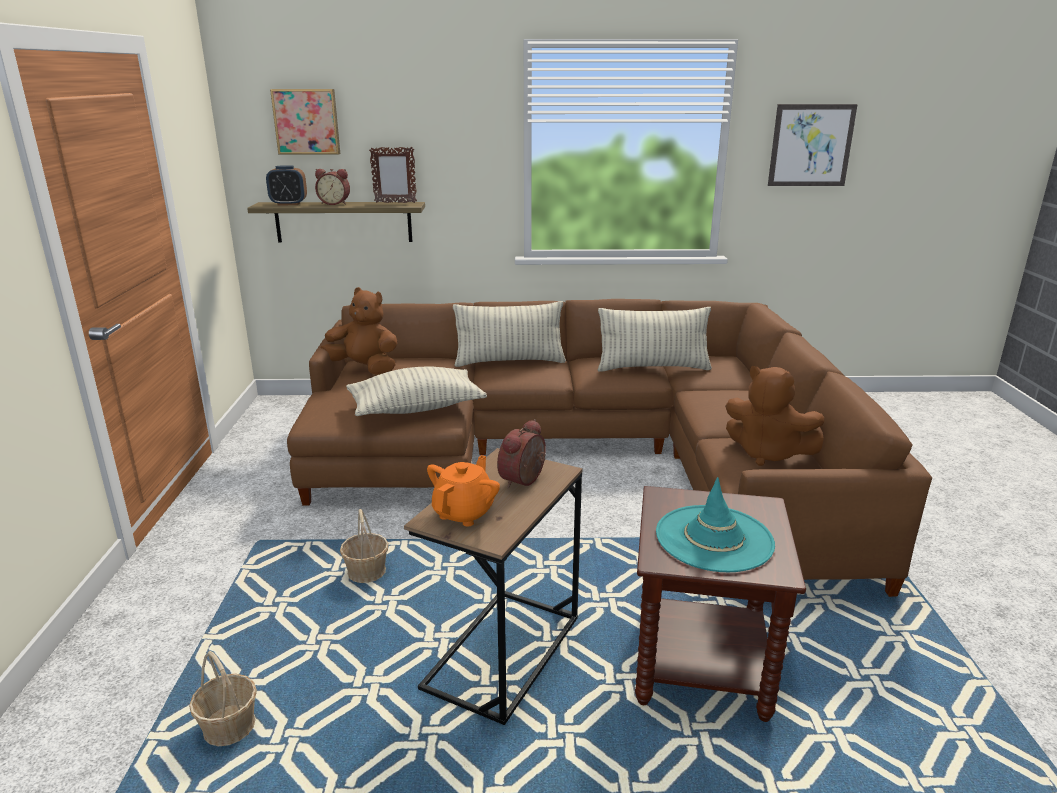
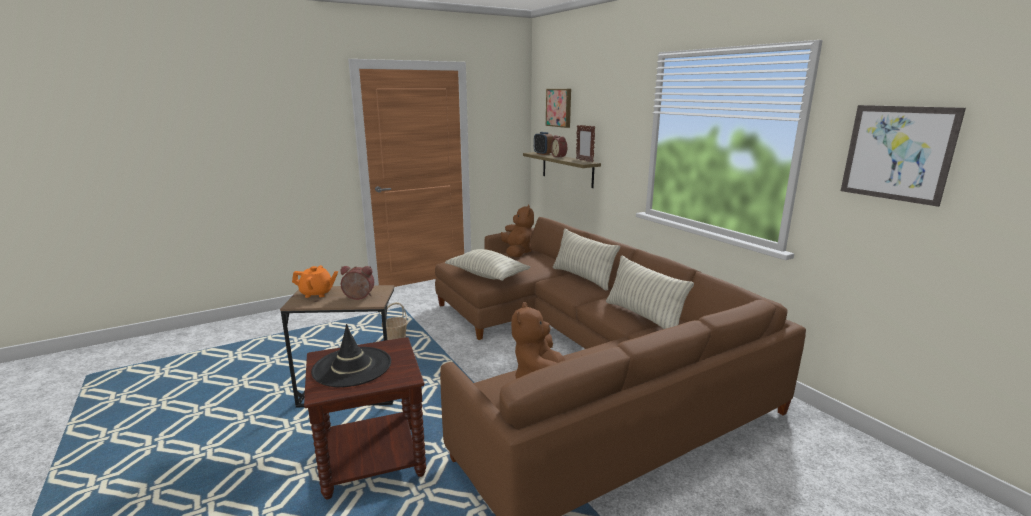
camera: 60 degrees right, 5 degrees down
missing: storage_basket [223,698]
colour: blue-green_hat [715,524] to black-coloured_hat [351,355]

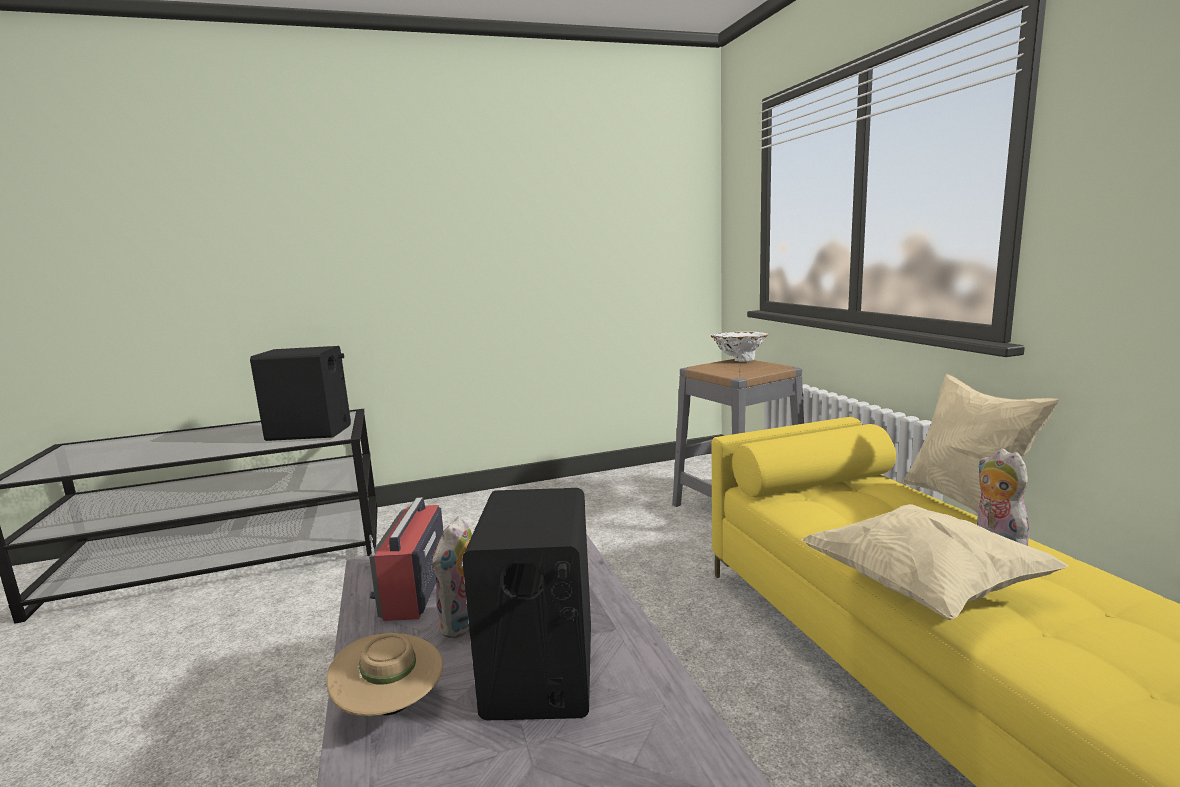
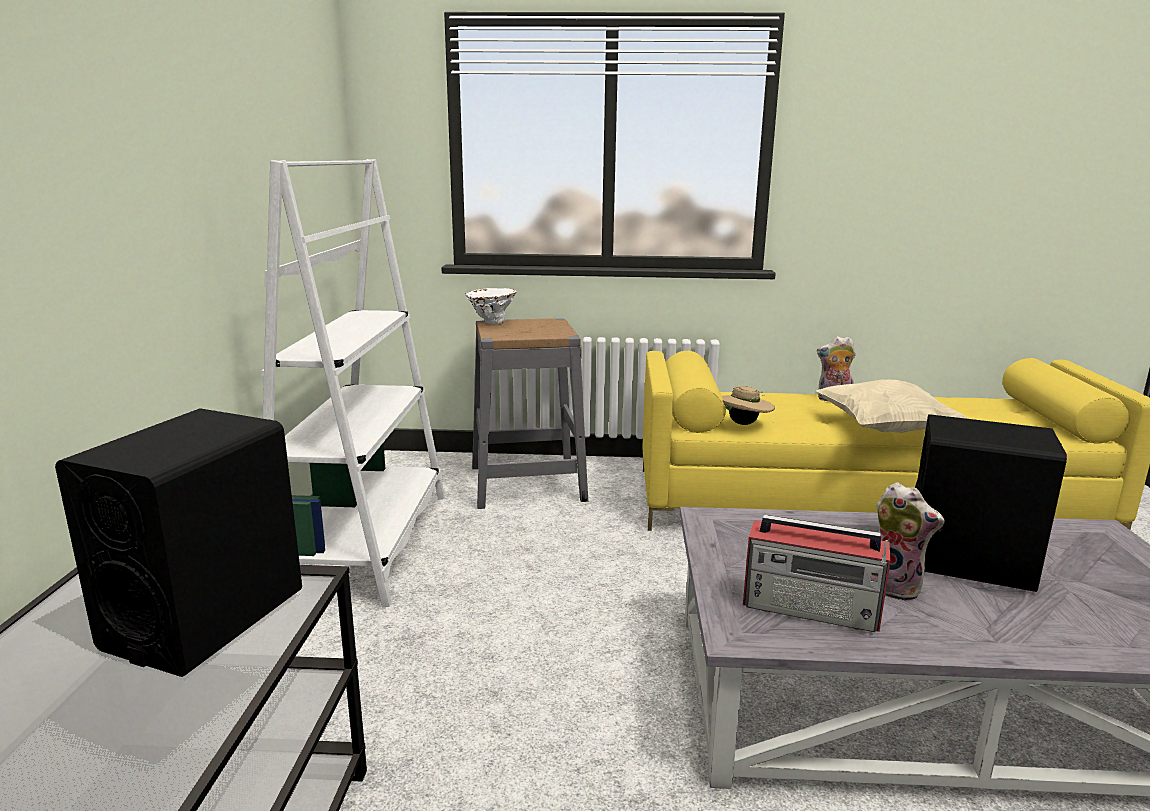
camera: 70 degrees left, 5 degrees up
missing: beige_throw_pillow [981,444]
appeared: whitish_shelving_unit [353,383]
relocated: beige_hat [385,674] to [748,405]

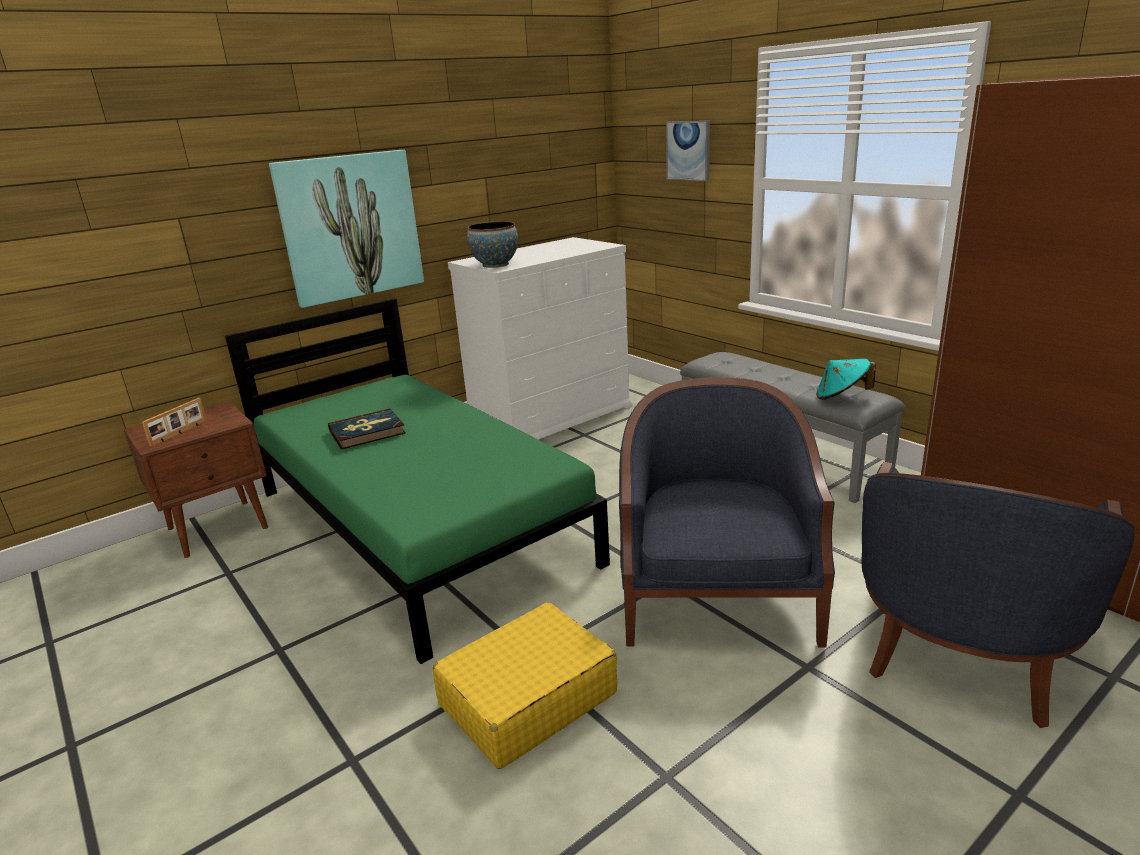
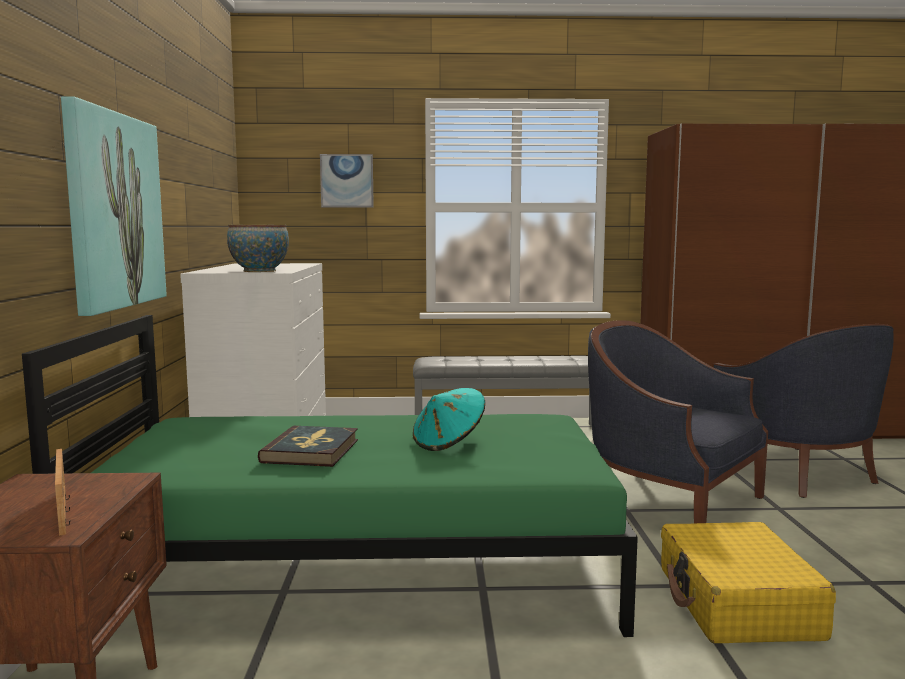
camera: 55 degrees left, 15 degrees down
relocated: blue-green_hat [846,379] to [449,419]

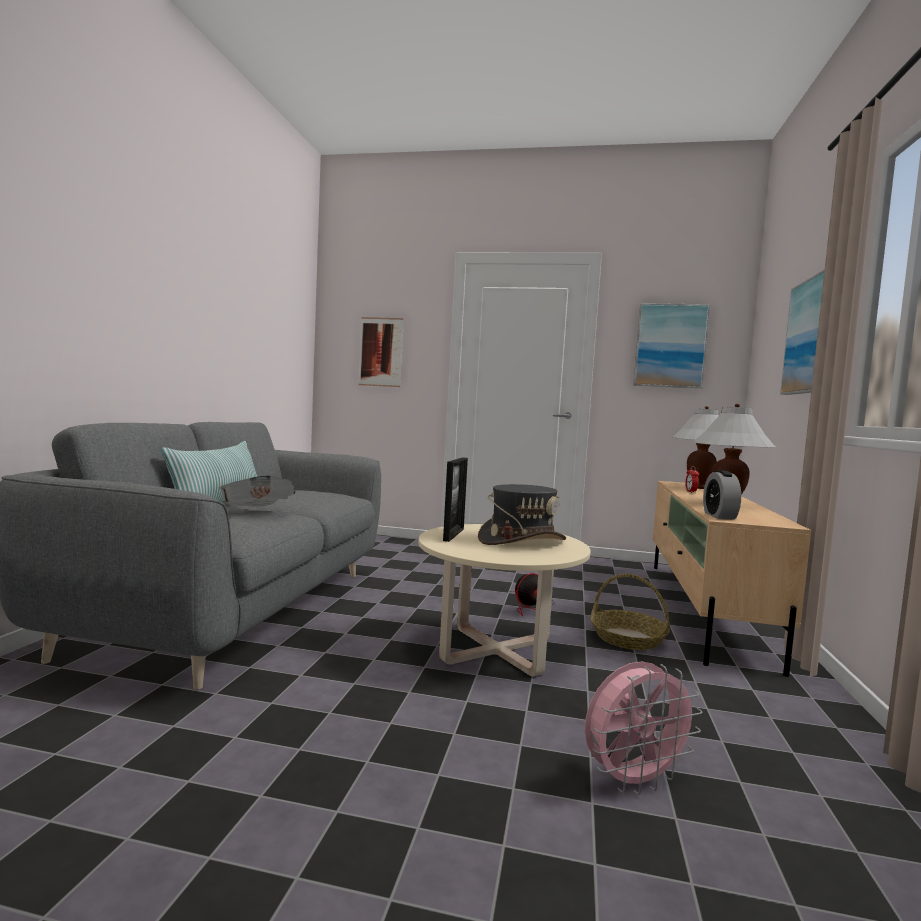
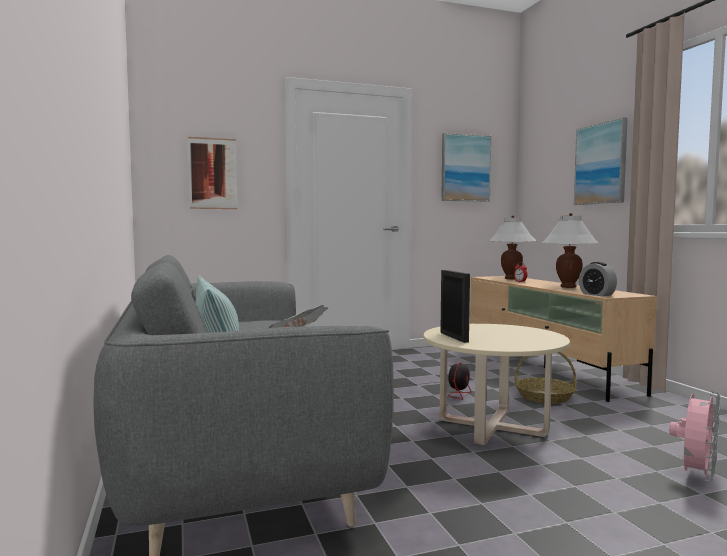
camera: 30 degrees left, 0 degrees up
missing: greyish_hat [522,514]

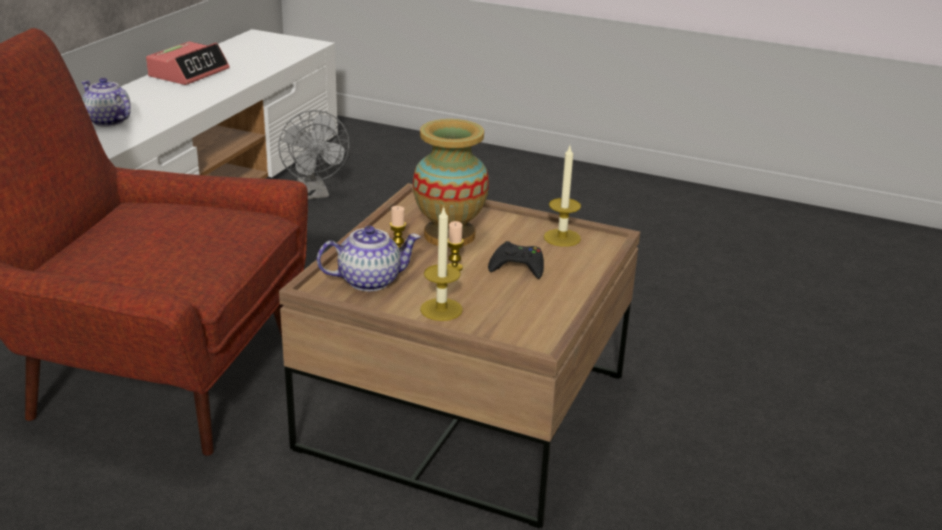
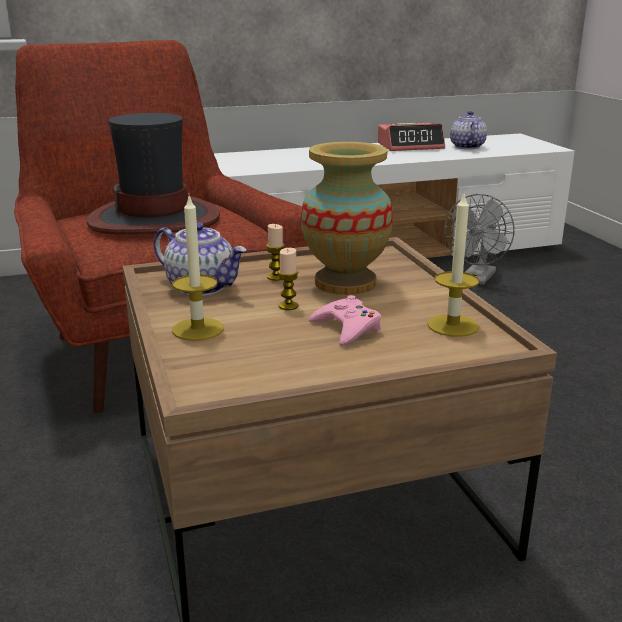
camera: 50 degrees right, 5 degrees down
appeared: hat [153,174]
relocated: teapot [106,102] to [468,130]
colour: black-coloured_game_controller [516,260] to pink-coloured_game_controller [345,320]

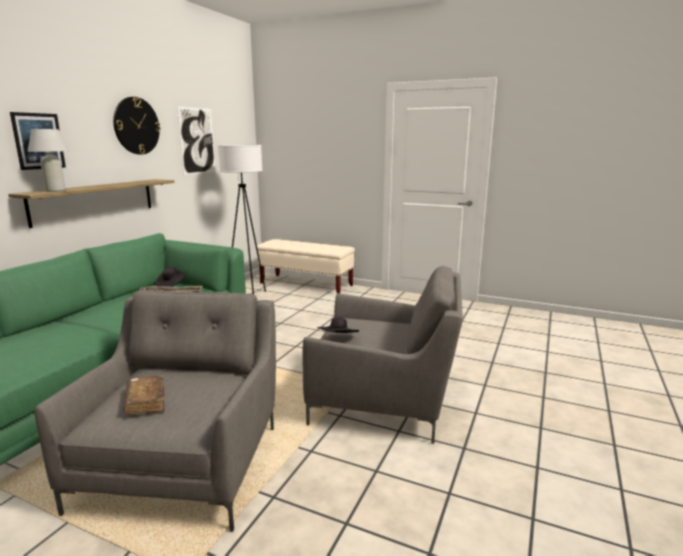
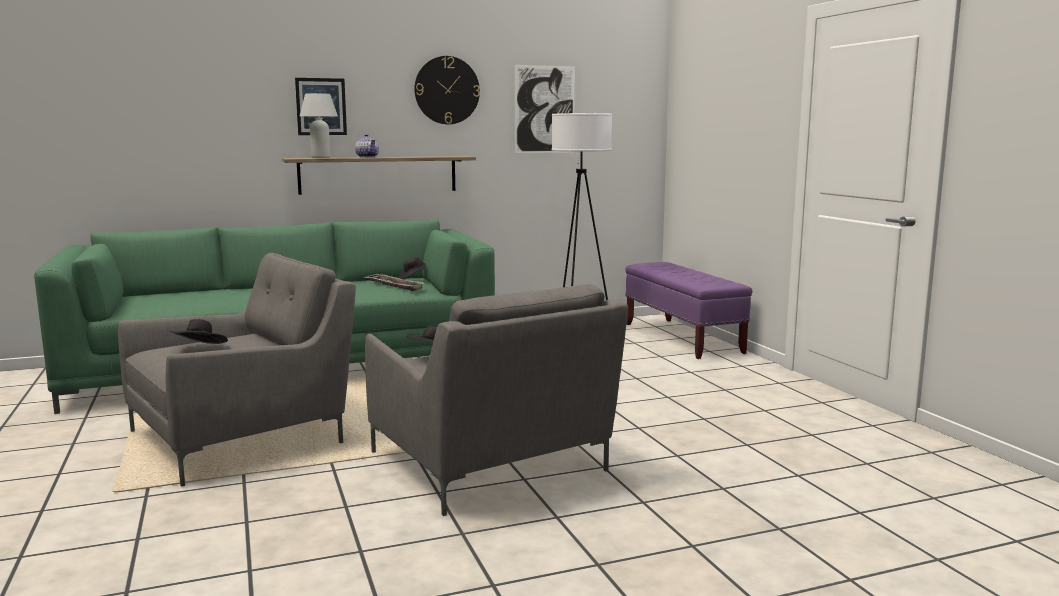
camera: 45 degrees right, 5 degrees down
appeared: teapot [367,145]
exchanged: brown_bound_book [144,395] to black-coloured_hat [199,331]
colour: beige_indoor_bench [306,266] to purplish_indoor_bench [689,310]

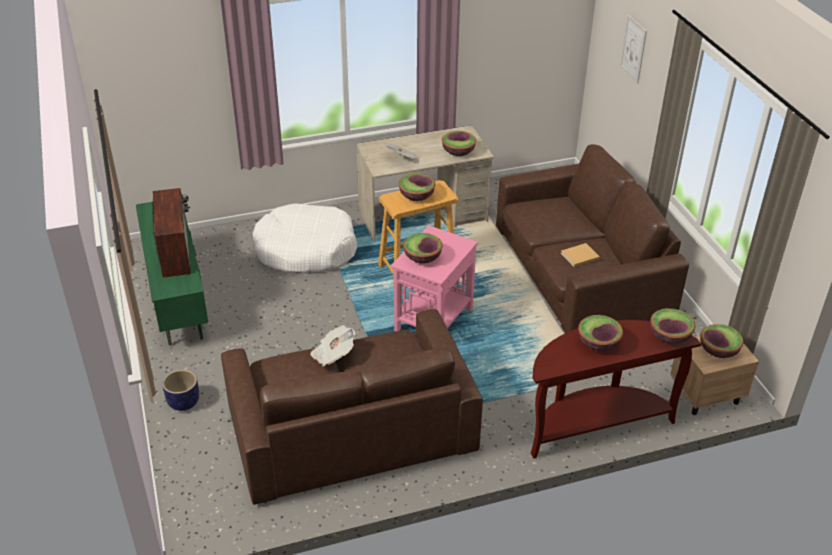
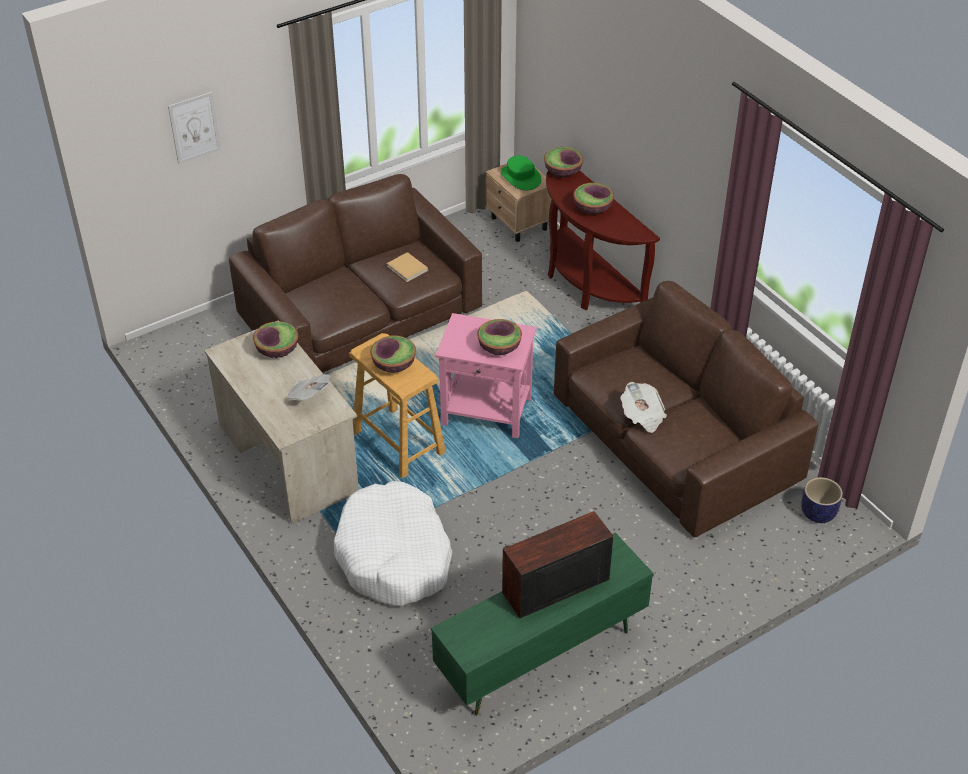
camera: 105 degrees left, 5 degrees up
relocated: plant_pot [180,390] to [822,500]
exchanged: bowl [722,341] to green-coloured_hat [521,173]

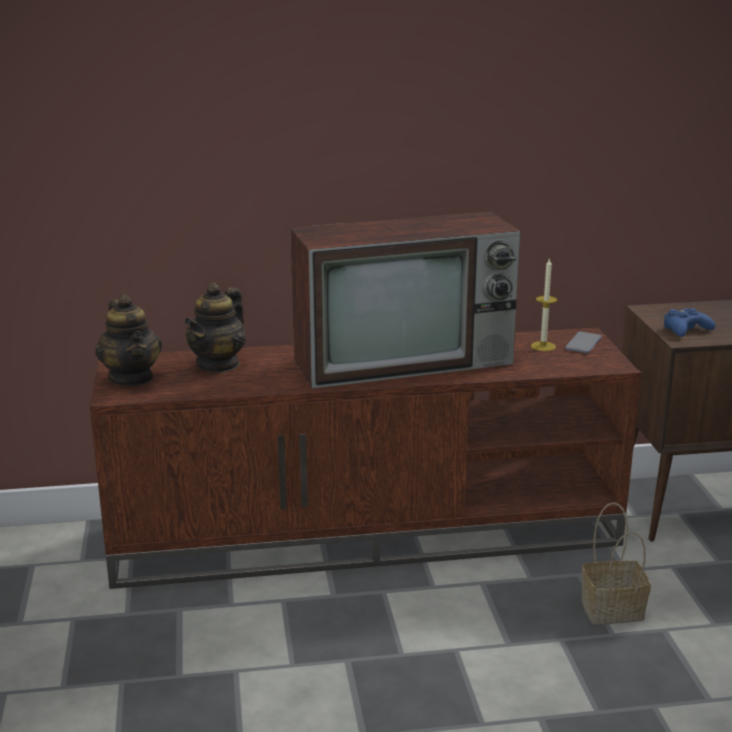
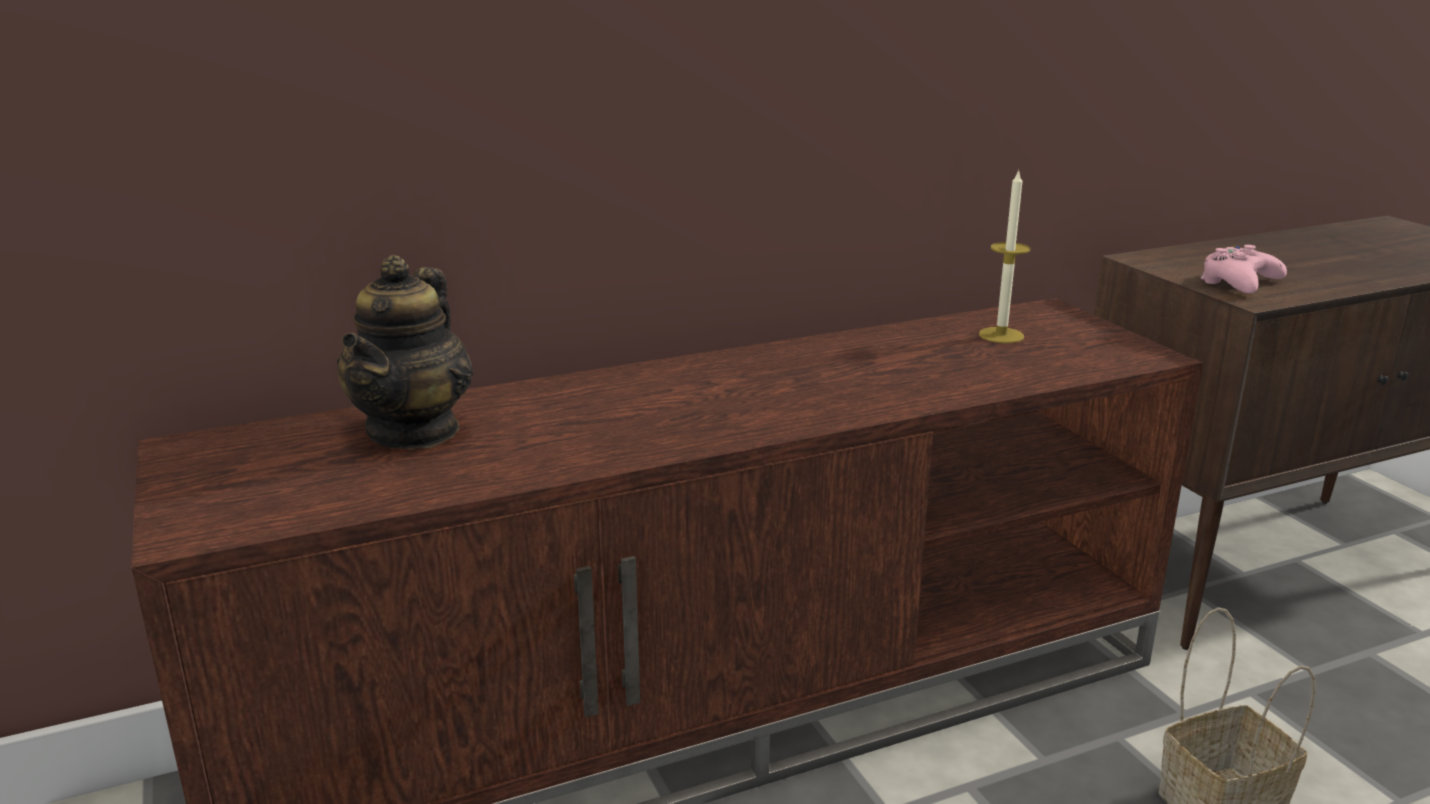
camera: 15 degrees left, 0 degrees up
missing: teapot [128,340]; television [405,300]; telephone [583,342]
colour: blue-coloured_game_controller [689,322] to pink-coloured_game_controller [1243,269]

